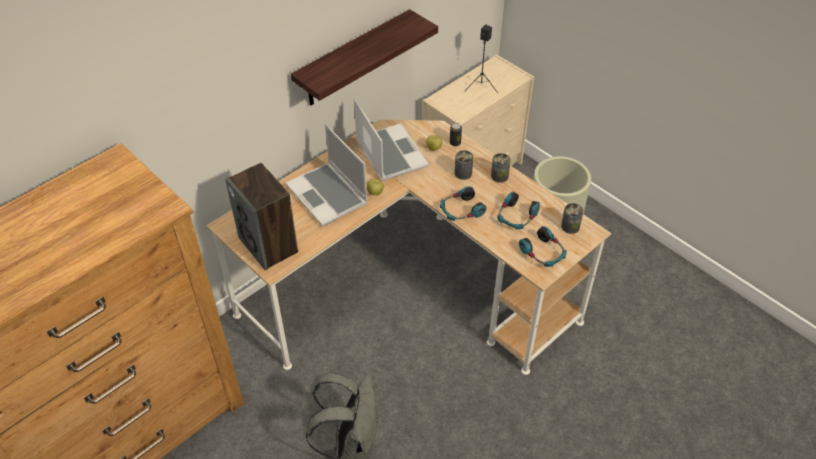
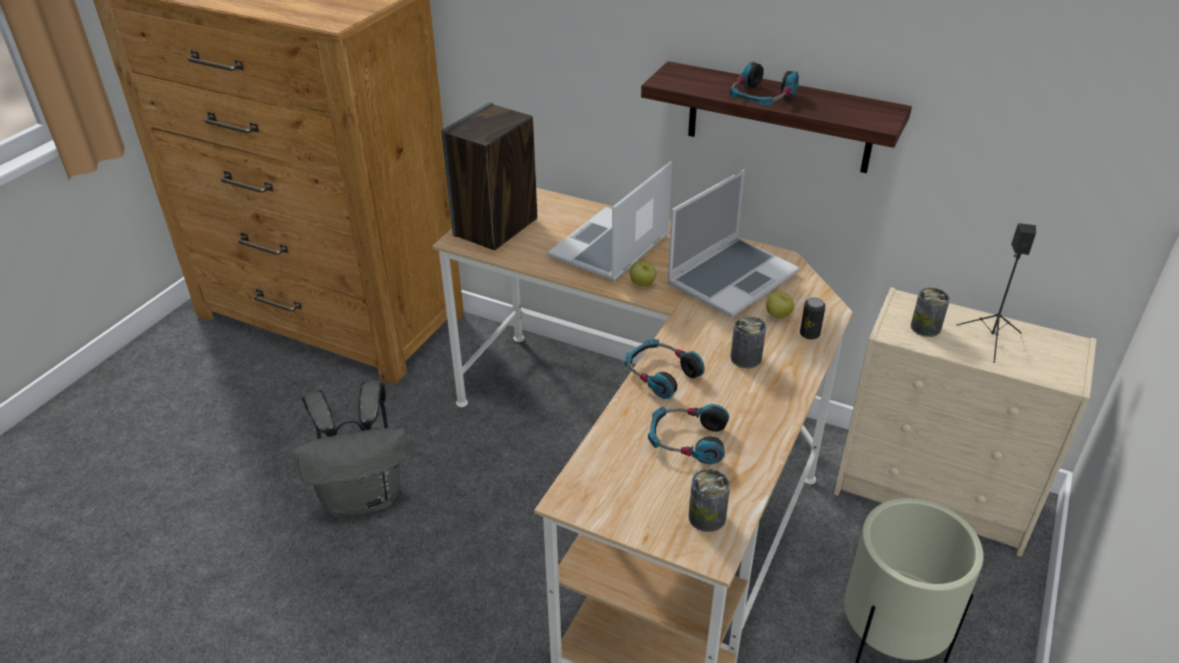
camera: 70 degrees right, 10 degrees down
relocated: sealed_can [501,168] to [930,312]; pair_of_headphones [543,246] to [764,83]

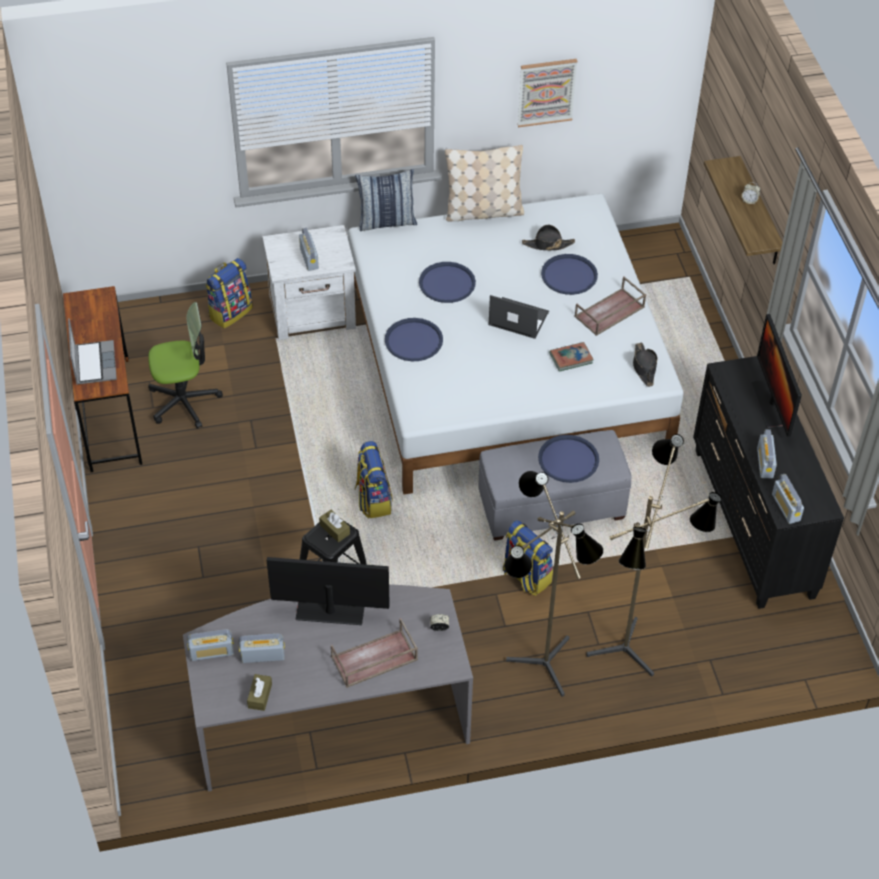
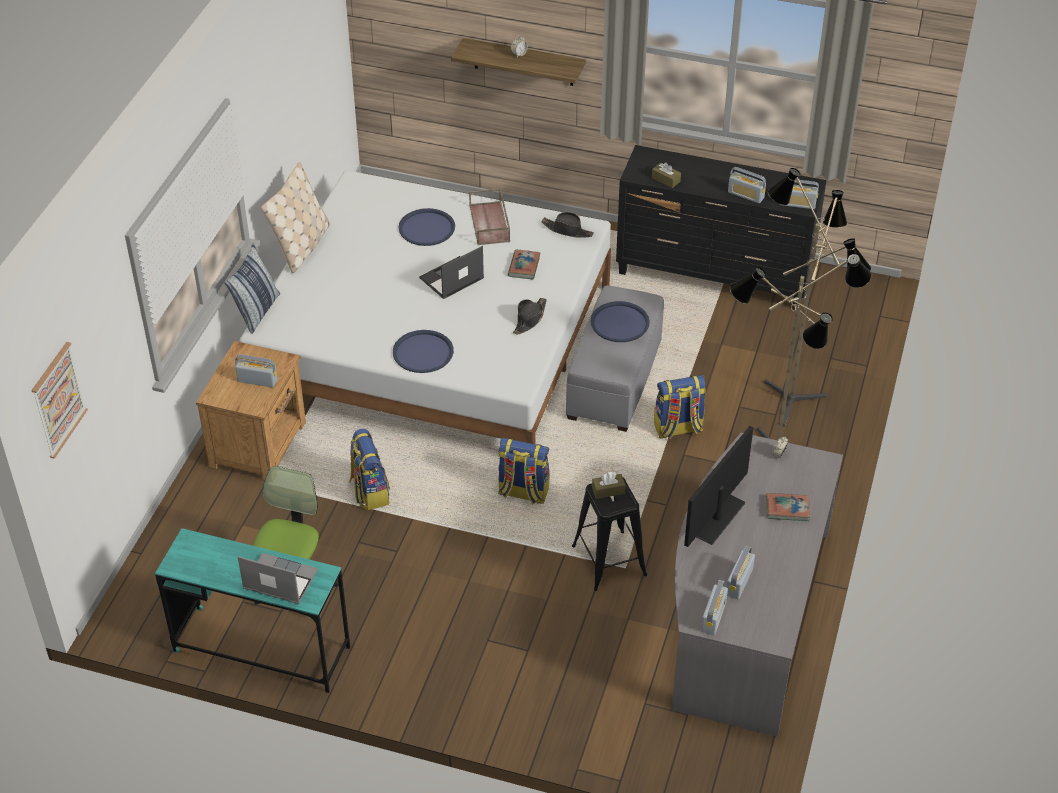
camera: 60 degrees left, 5 degrees down
missing: blue-coloured_serving_tray [447,282]; monitor [776,375]
relocated: knapsack [229,293] to [369,469]; brown_box_of_tissues [259,692] to [666,175]; picture [547,93] to [59,400]; black-coloured_hat [548,237] to [530,316]
exchanged: brown_serving_tray [374,653] to bound_book [788,507]
colour: brown_desk [102,379] to blue-green_desk [252,610]; whitish_nightstand [309,282] to brown_nightstand [251,411]

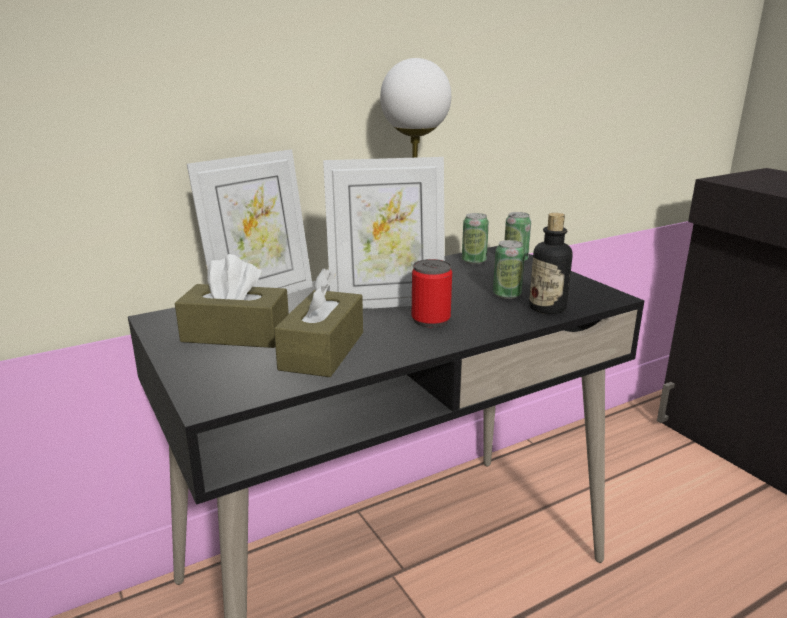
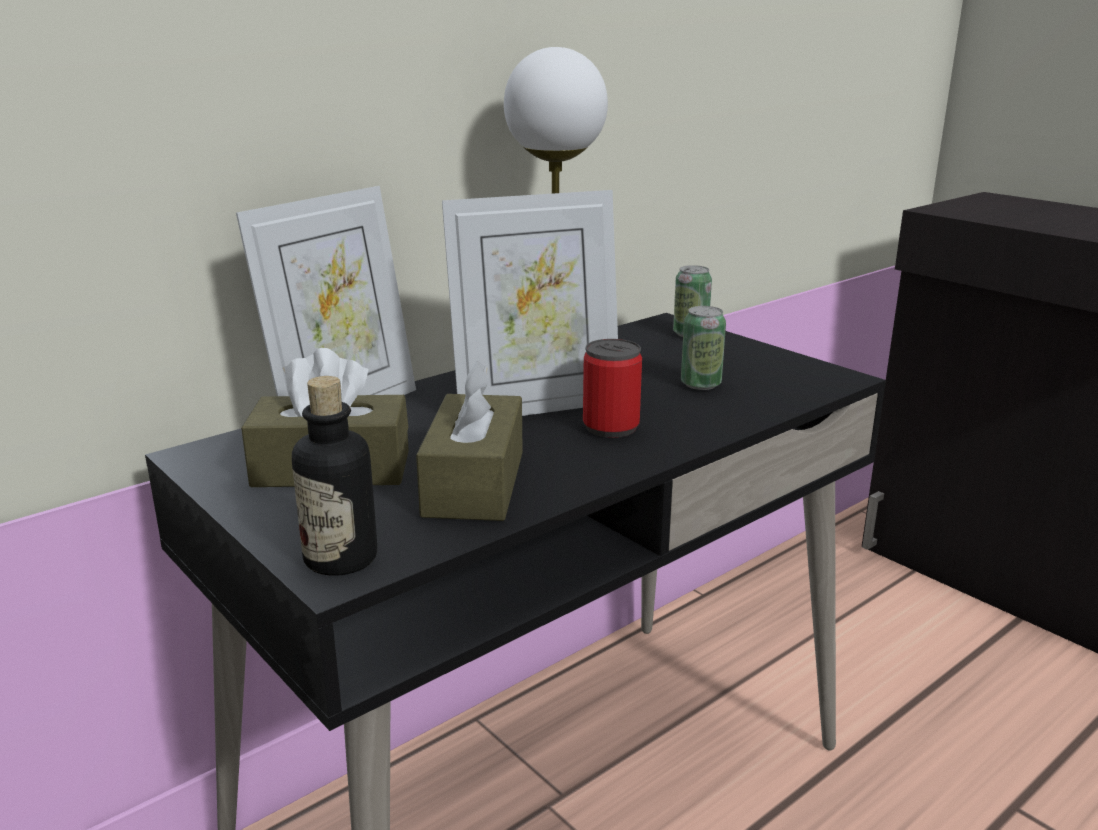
camera: 10 degrees left, 0 degrees up
missing: sealed_can [475,238]
relocated: bottle [551,263] to [334,476]

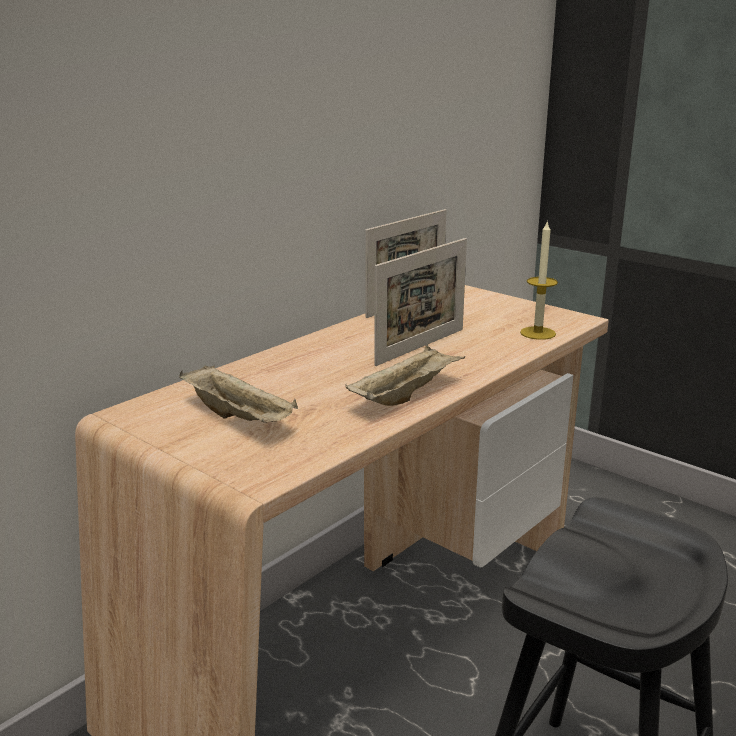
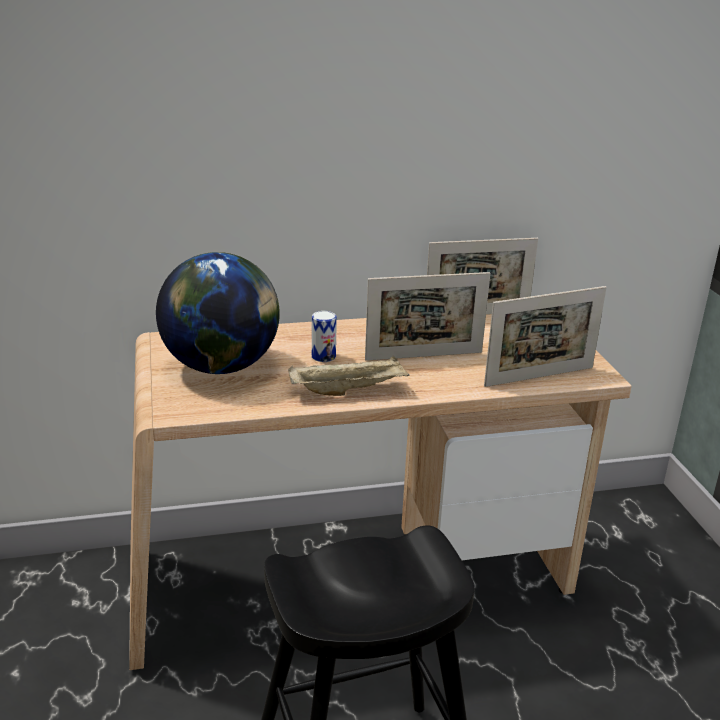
camera: 35 degrees right, 5 degrees up
appeared: sealed_can [324,336]
exchanged: beige_serving_tray [238,394] to globe [218,313]; candle [539,280] to picture_frame [545,336]

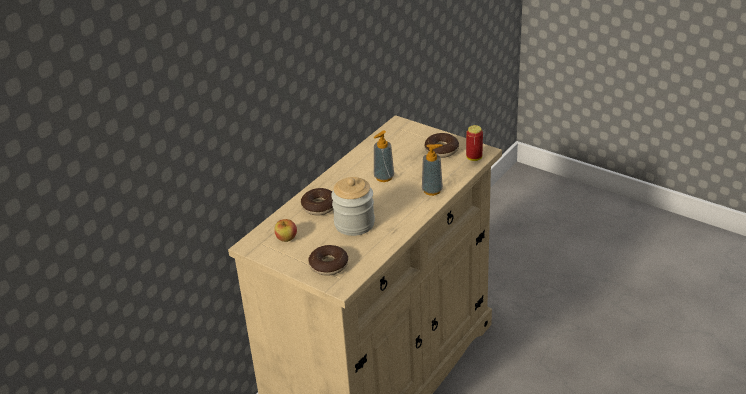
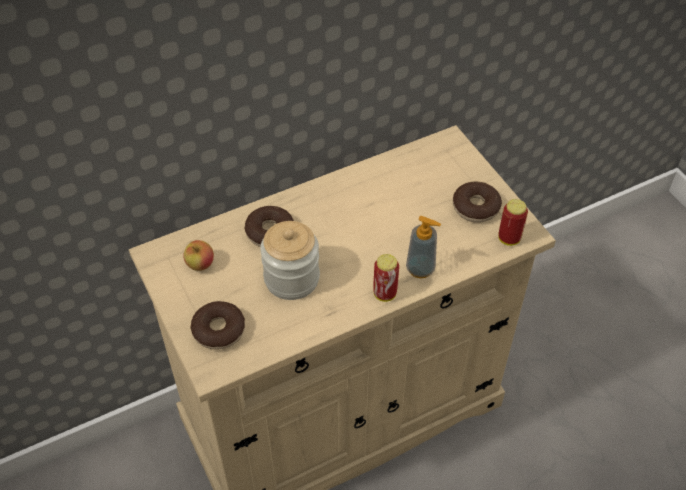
camera: 25 degrees right, 15 degrees up
missing: soap_bottle [384,156]
appeared: sealed_can [386,278]

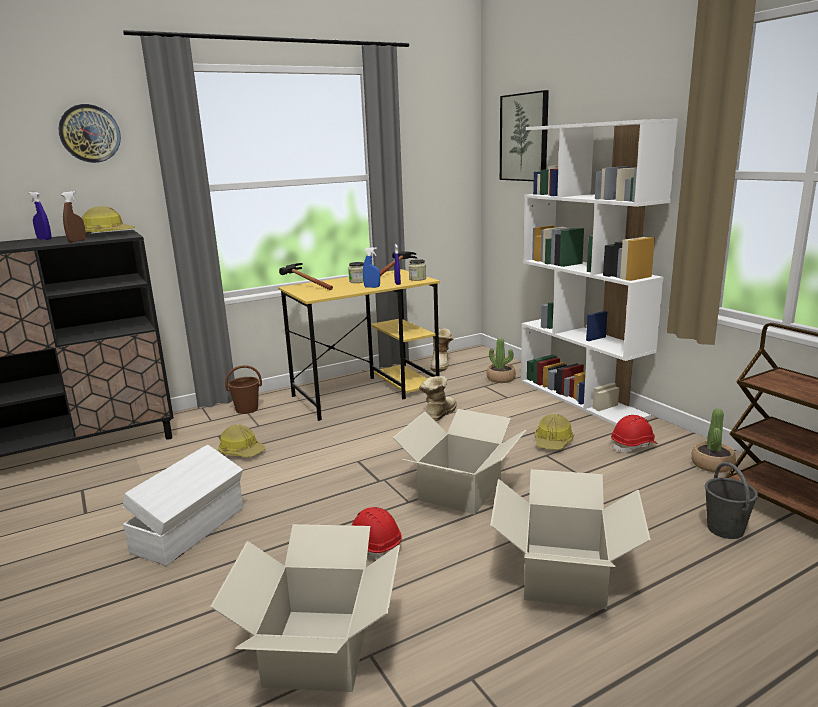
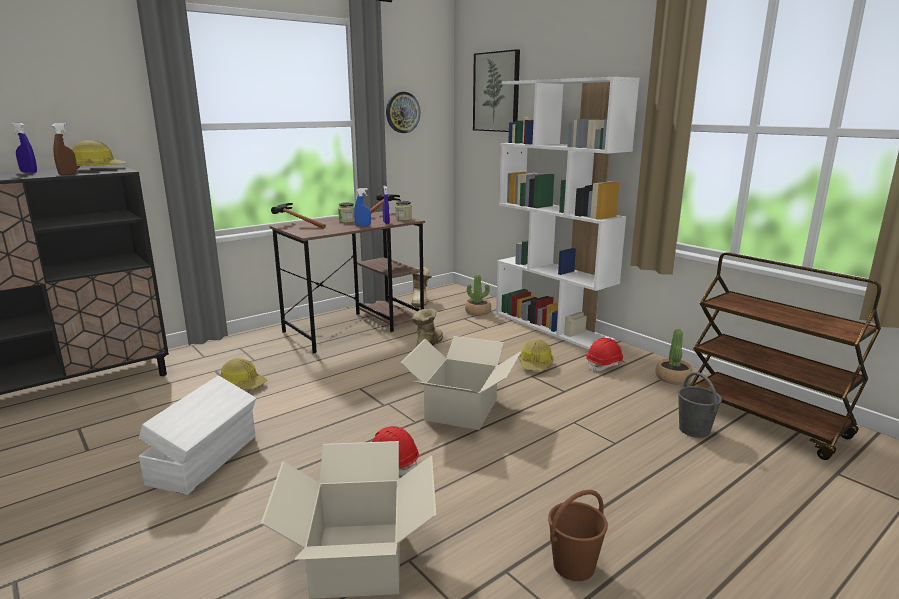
camera: 10 degrees left, 0 degrees up
missing: carton [570,539]
relocated: clock_on_the_wall [89,133] to [403,112]; brown_water_bucket [243,389] to [578,535]
colour: yellow-coloured_desk [359,345] to brown_desk [347,282]

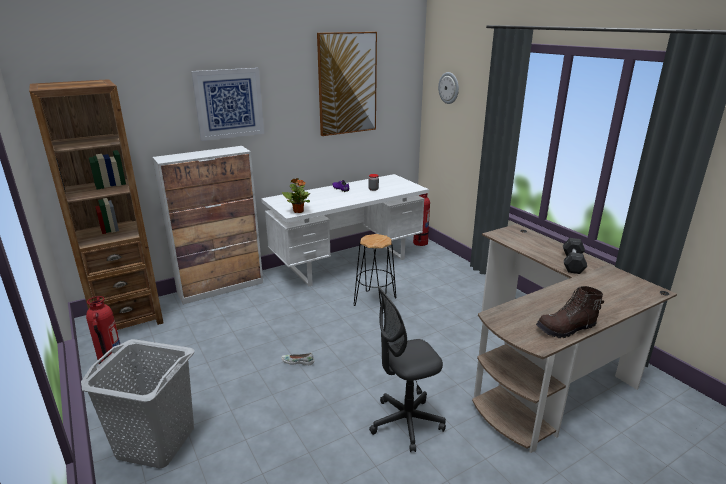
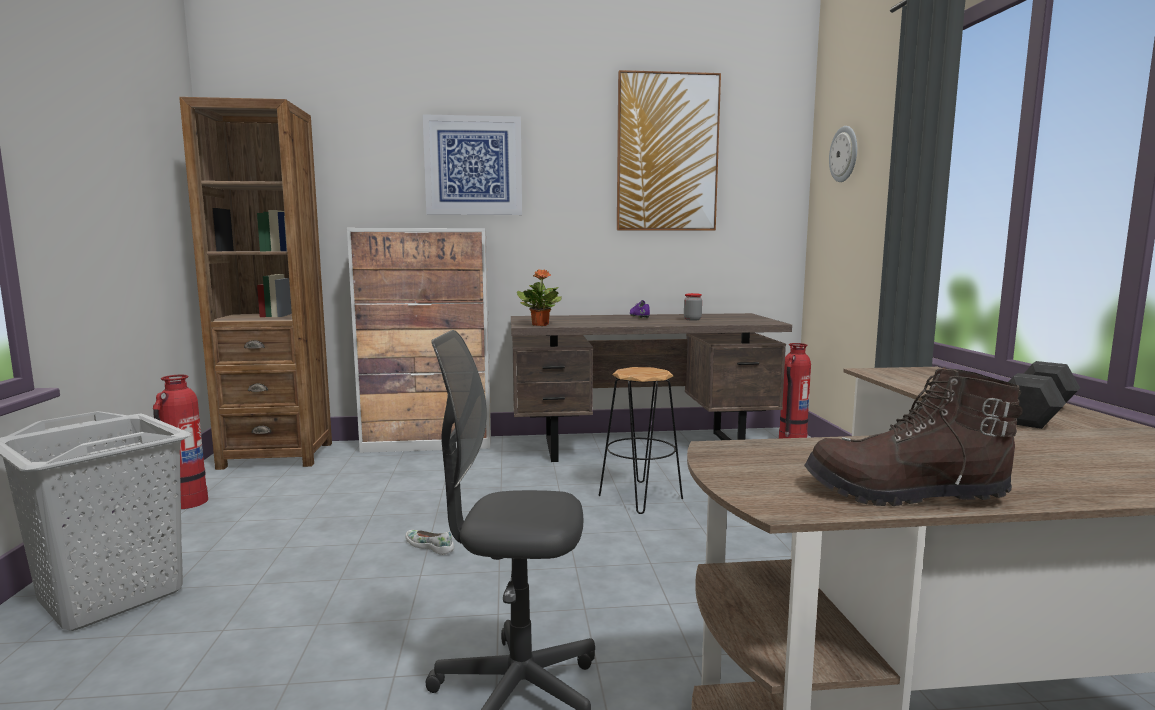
camera: 25 degrees right, 15 degrees down
colour: whitish_desk [345,230] to brown_desk [651,387]

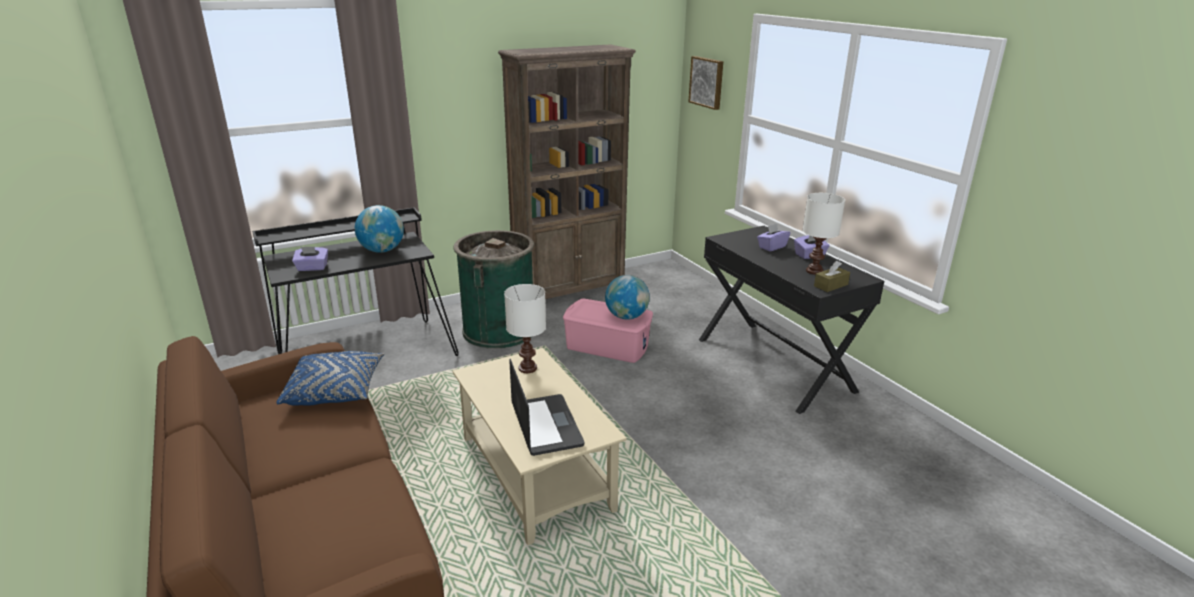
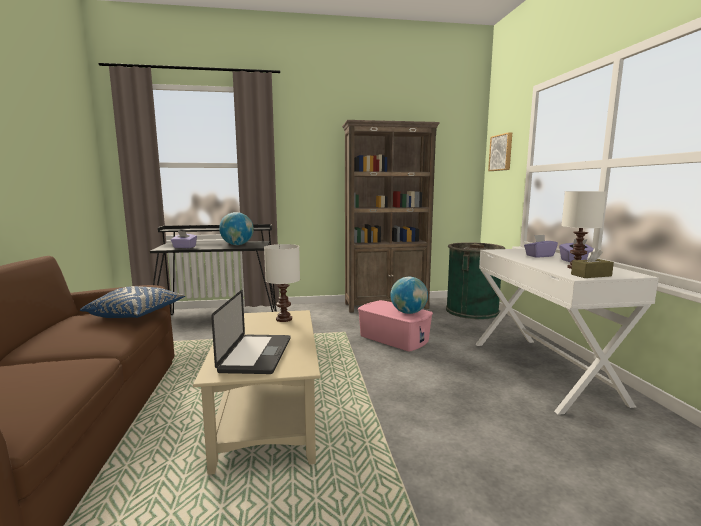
camera: 20 degrees right, 15 degrees down
relocated: green-coloured_trash_can [493,289] to [475,281]
colour: black-coloured_desk [791,320] to whitish_desk [567,332]

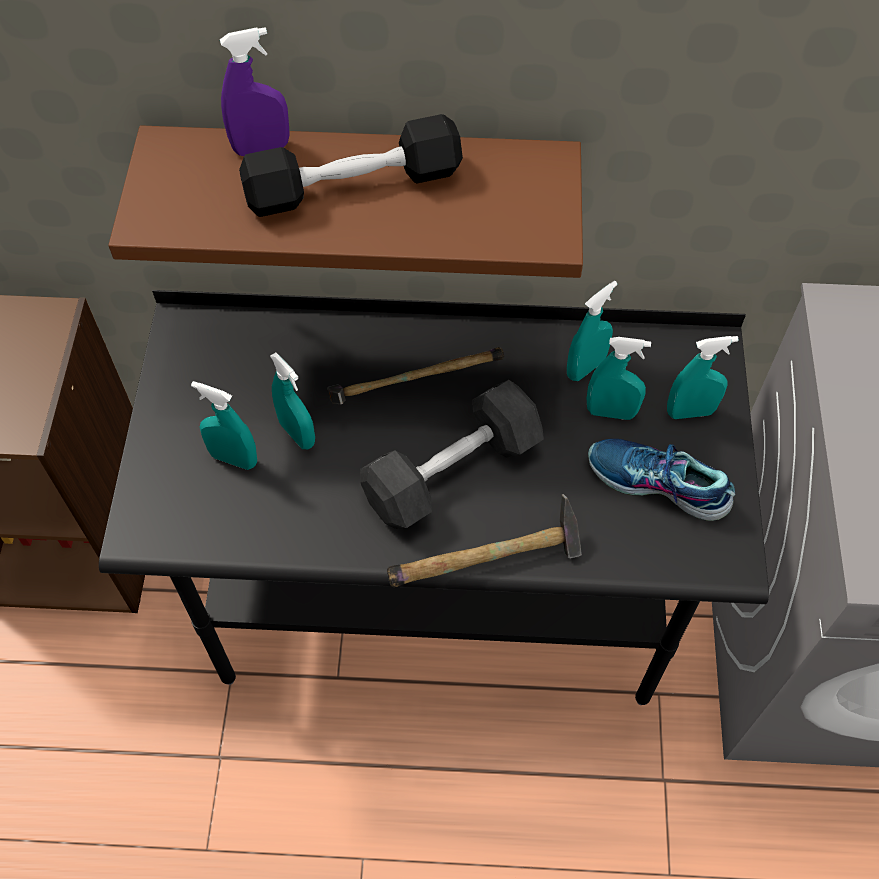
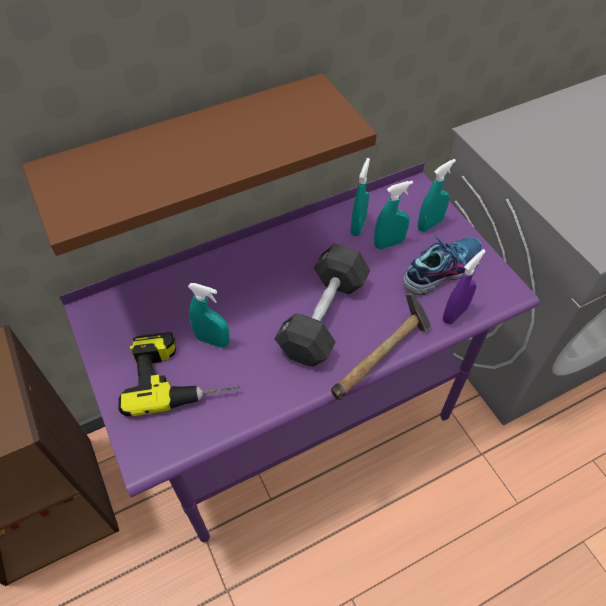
camera: 30 degrees left, 5 degrees down
missing: black-coloured_dumbbell [351,165]; tool_hammer [415,375]
relocated: purplish_sprayer [255,91] to [464,286]
exchanged: blue-green_sprayer [224,425] to drill [179,374]
colour: black-coloured_desk [434,497] to purplish_desk [299,352]
spun: item_of_footwear [662,480] = [442,263] 150 degrees clockwise

